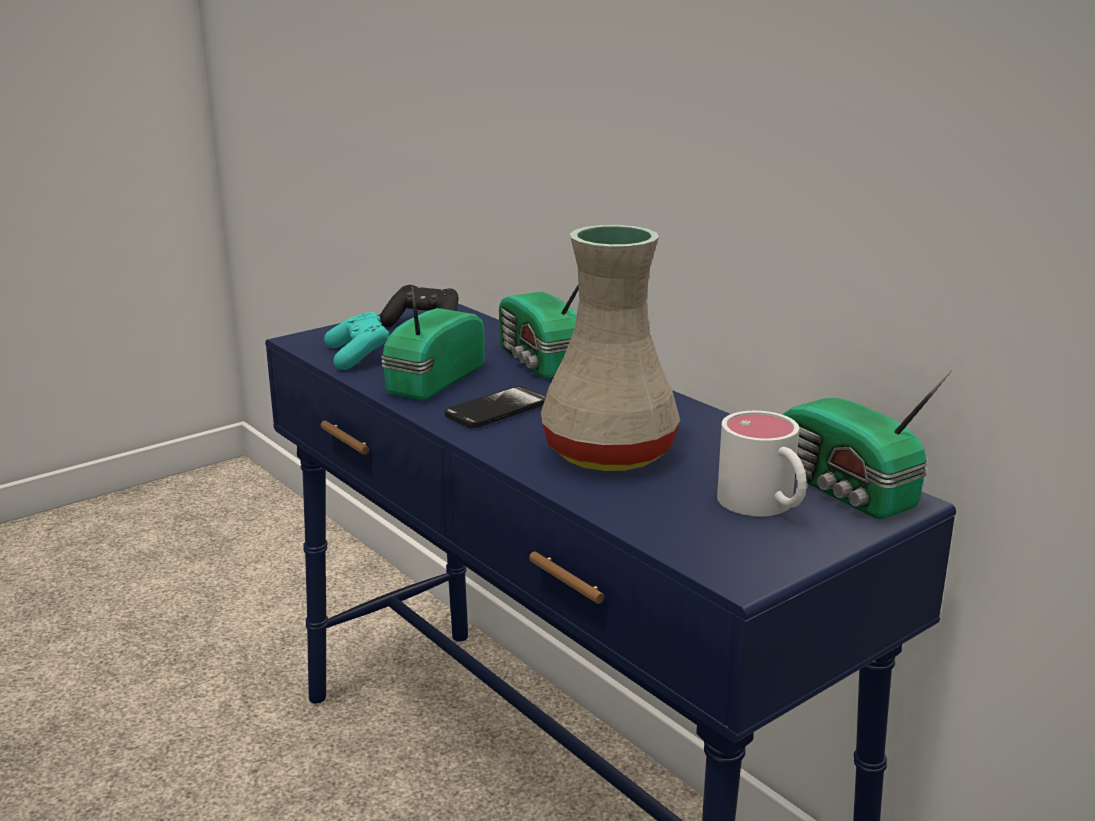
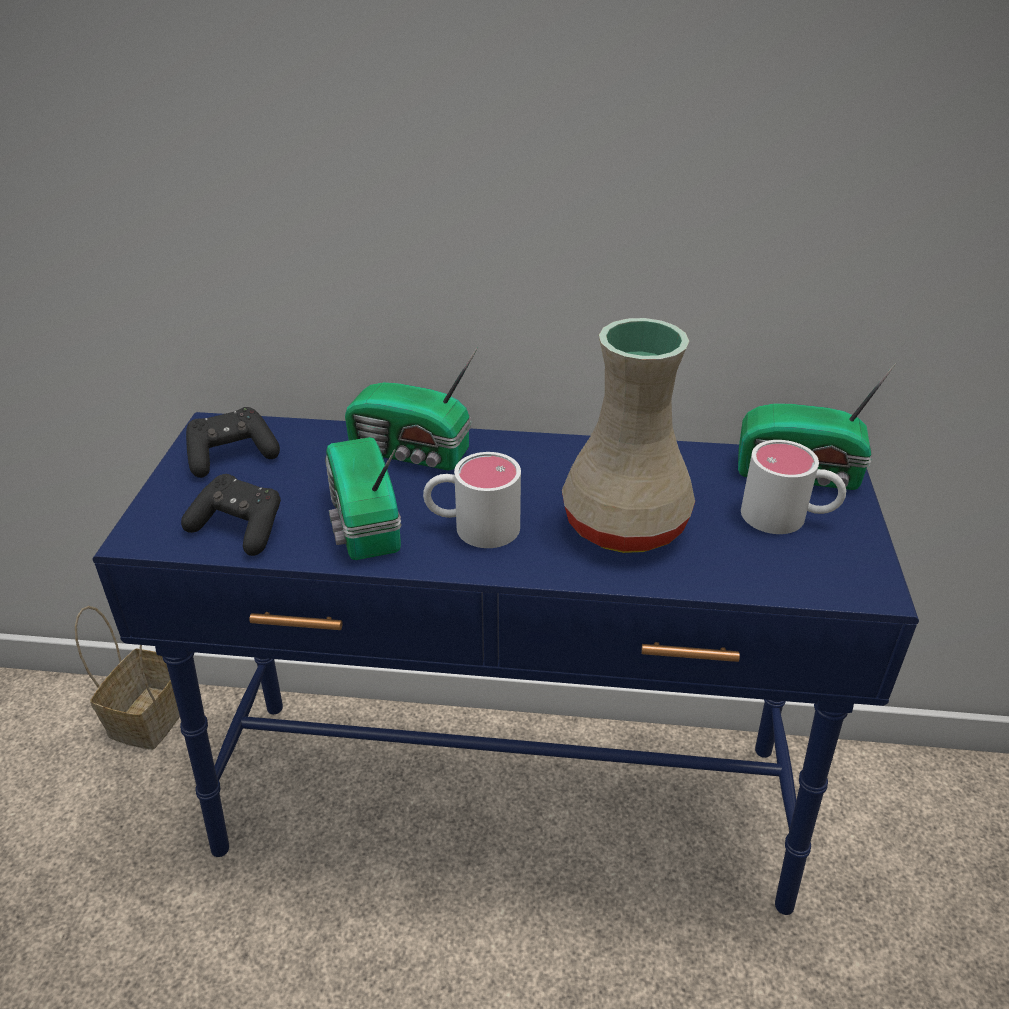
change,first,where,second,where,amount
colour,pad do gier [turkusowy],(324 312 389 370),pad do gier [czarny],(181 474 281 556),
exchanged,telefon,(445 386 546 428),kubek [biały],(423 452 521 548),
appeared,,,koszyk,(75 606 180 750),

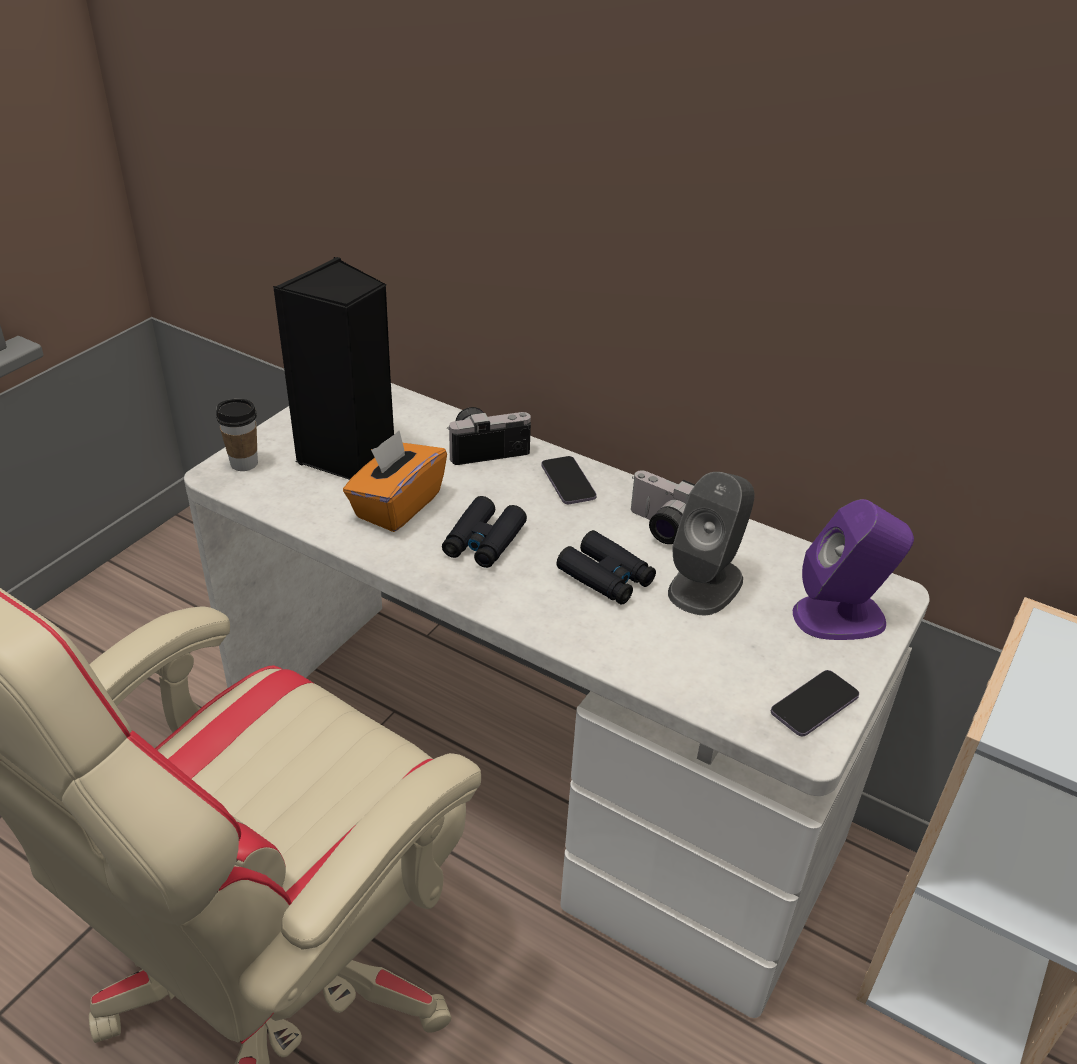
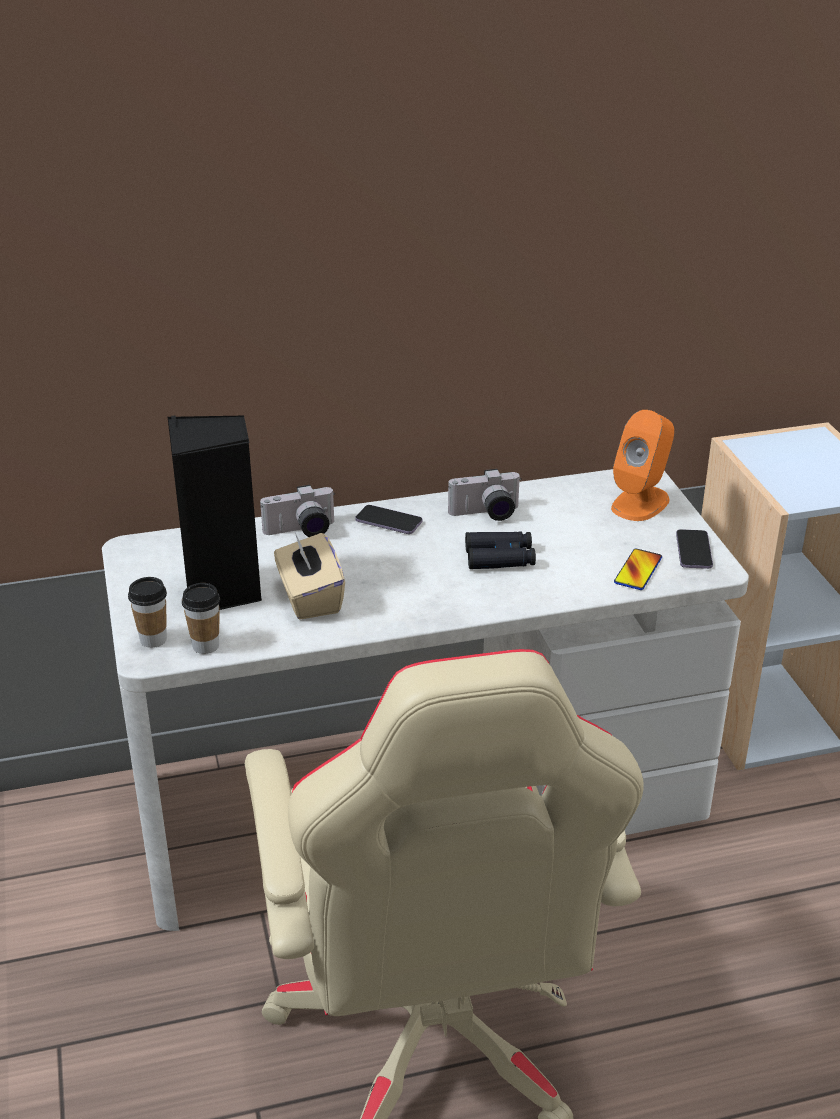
change,first,where,second,where,amount
spun,aparat fotograficzny,(447 407 531 465),,(260 485 335 537),135 degrees counterclockwise
colour,pudełko chusteczek [pomarańczowy],(343 431 447 532),pudełko chusteczek [beżowy],(274 533 345 620),
missing,głośnik [szary],(668 472 755 616),,,
missing,lornetka [czarny],(442 496 527 568),,,
colour,głośnik [fioletowy],(793 499 914 640),głośnik [pomarańczowy],(611 410 674 521),
appeared,,,telefon,(614 549 662 590),
appeared,,,filiżanka,(182 583 220 654),

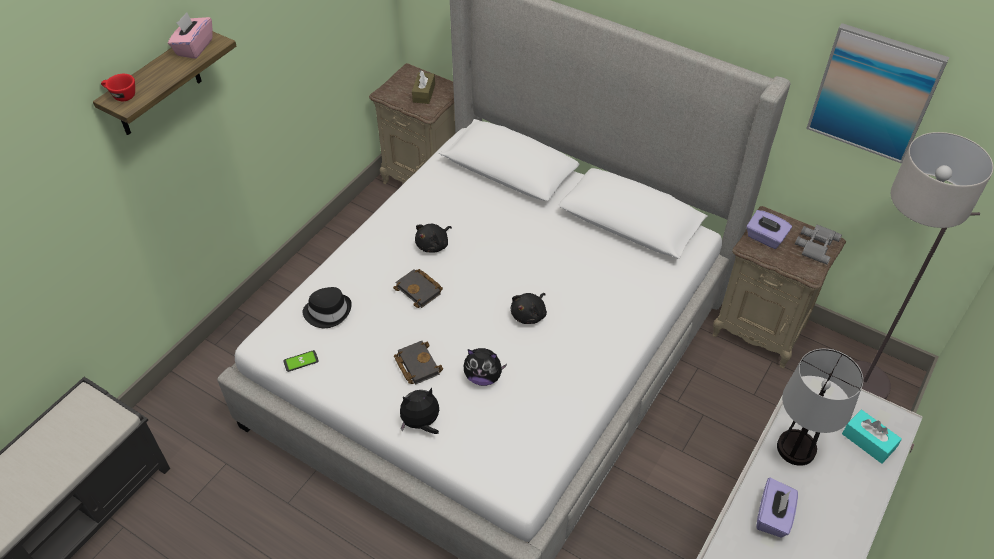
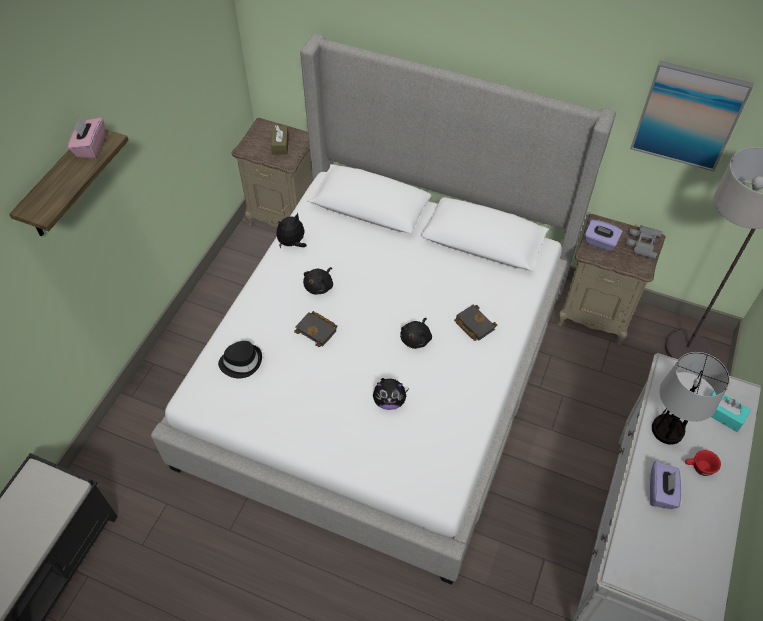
change,first,where,second,where,amount
relocated,filiżanka [czerwony],(101 74 135 101),,(685 450 721 476),
relocated,książka [czarny],(394 341 443 385),,(454 305 497 341),
missing,telefon,(283 350 319 372),,,
relocated,pluszak,(400 388 439 434),,(276 213 307 248),

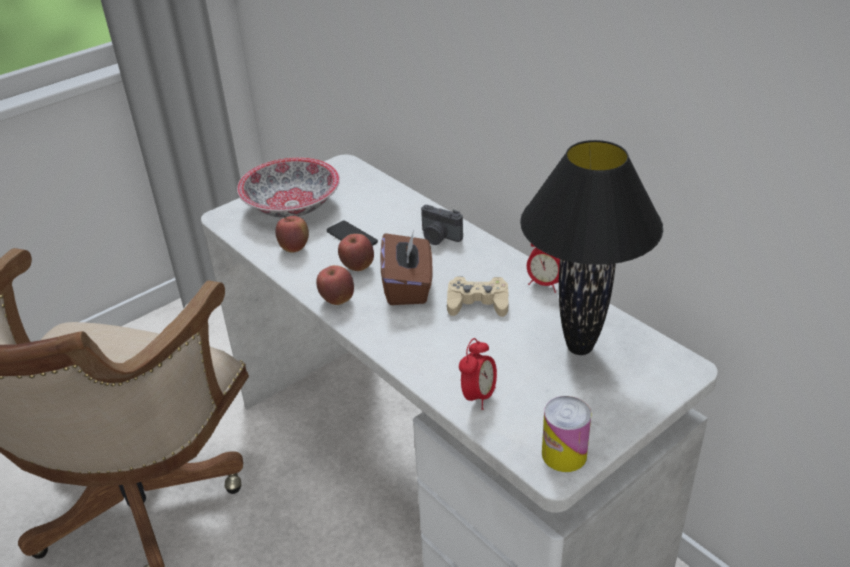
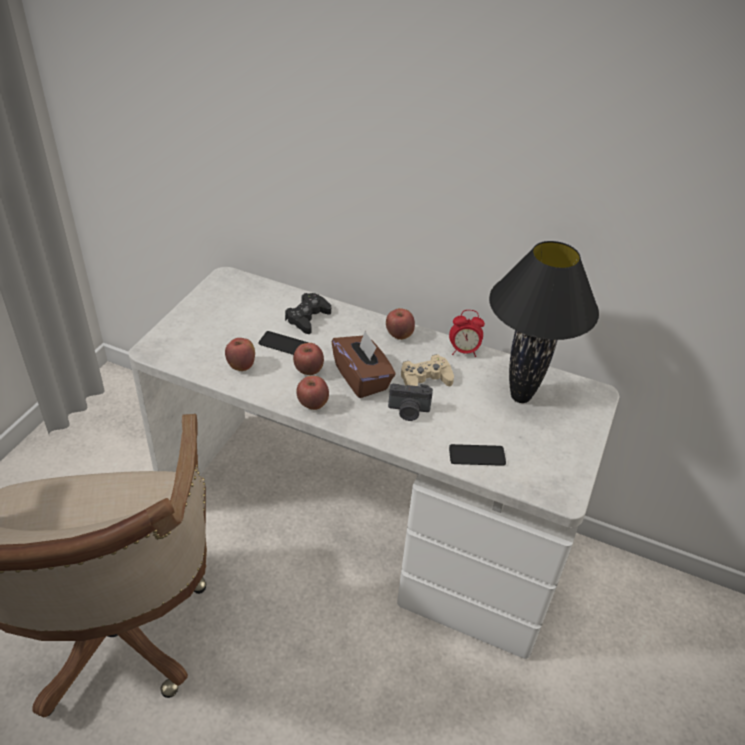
change,first,where,second,where,amount
missing,miska,(237 157 340 218),,,
relocated,aparat fotograficzny,(421 205 463 245),,(388 384 433 421),
exchanged,budzik,(459 338 497 410),telefon,(449 444 506 466),
missing,puszka,(542 396 592 472),,,
appeared,,,pad do gier [czarny],(285 293 331 334),
appeared,,,jabłko,(386 308 415 340),

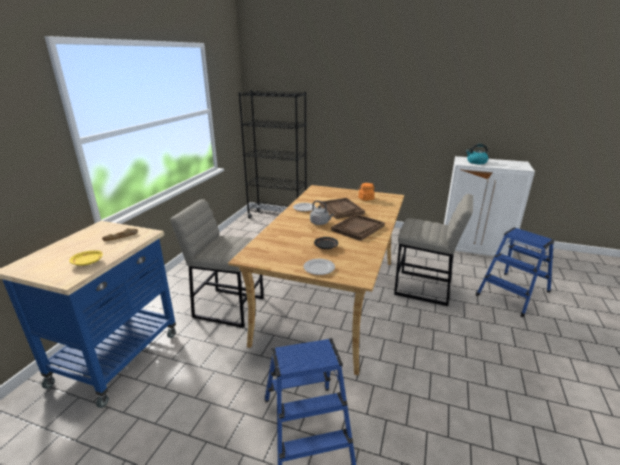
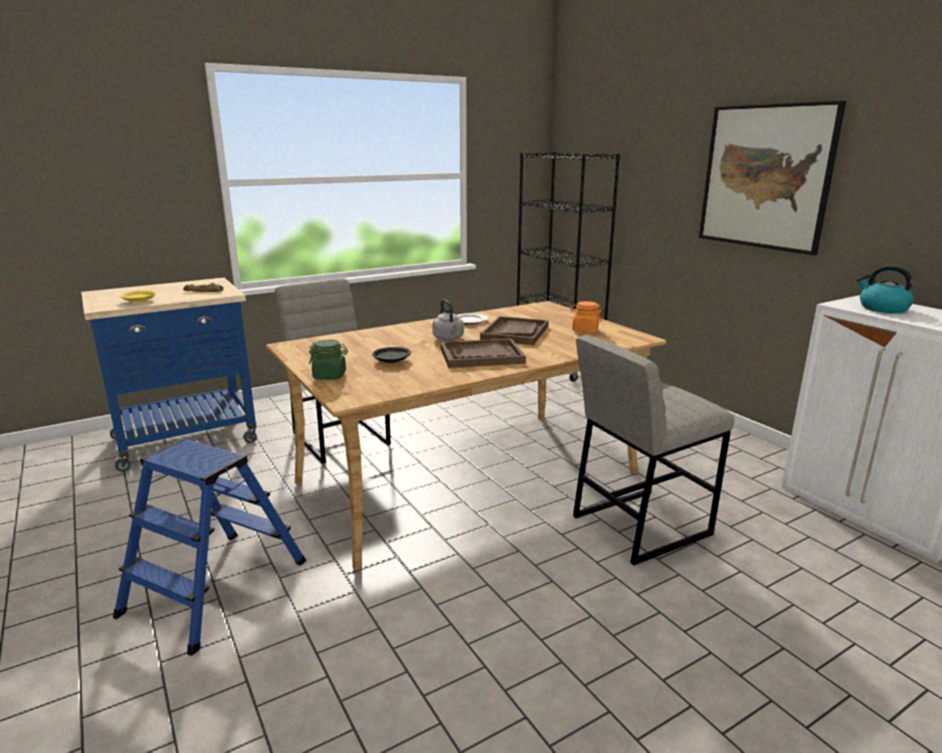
change,first,where,second,where,amount
spun,krzesło [szary],(394 194 473 306),,(573 335 734 565),90 degrees clockwise
missing,drabinka [niebieski],(476 227 555 318),,,
exchanged,talerz,(304 259 335 275),słoik [zielony],(309 340 348 380),
appeared,,,obraz,(699 101 846 255),

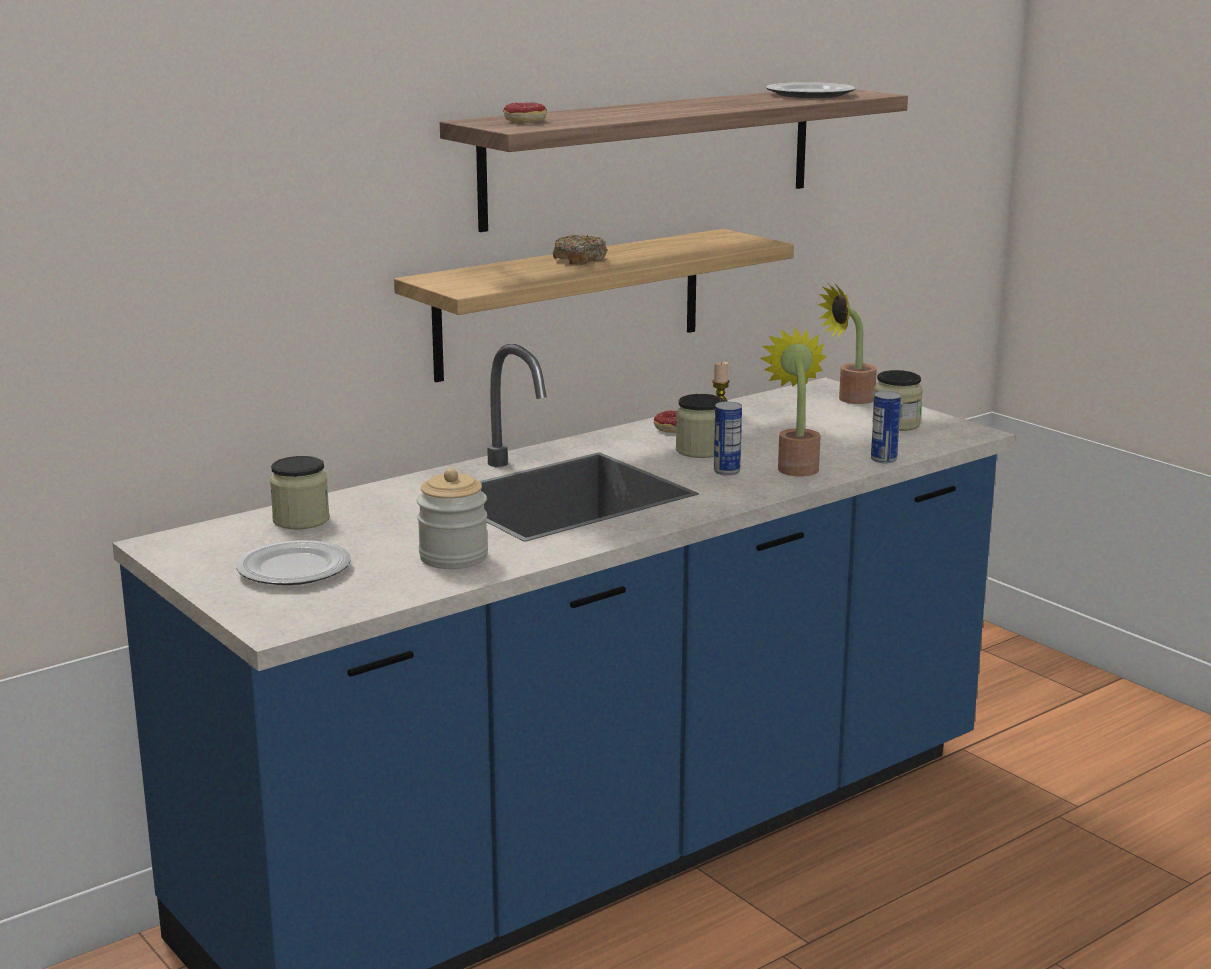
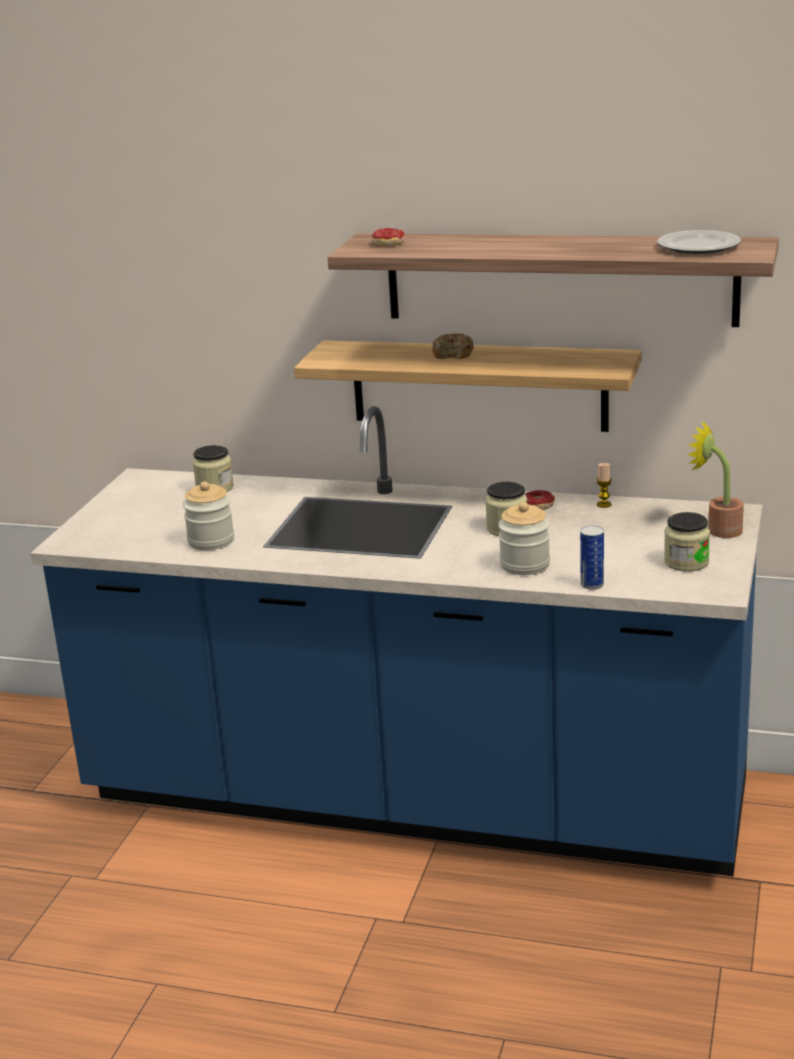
change,first,where,second,where,amount
exchanged,roślina doniczkowa,(760 326 827 476),słoik,(498 502 550 575),
missing,puszka,(714 402 742 476),,,
missing,talerz,(236 540 351 585),,,

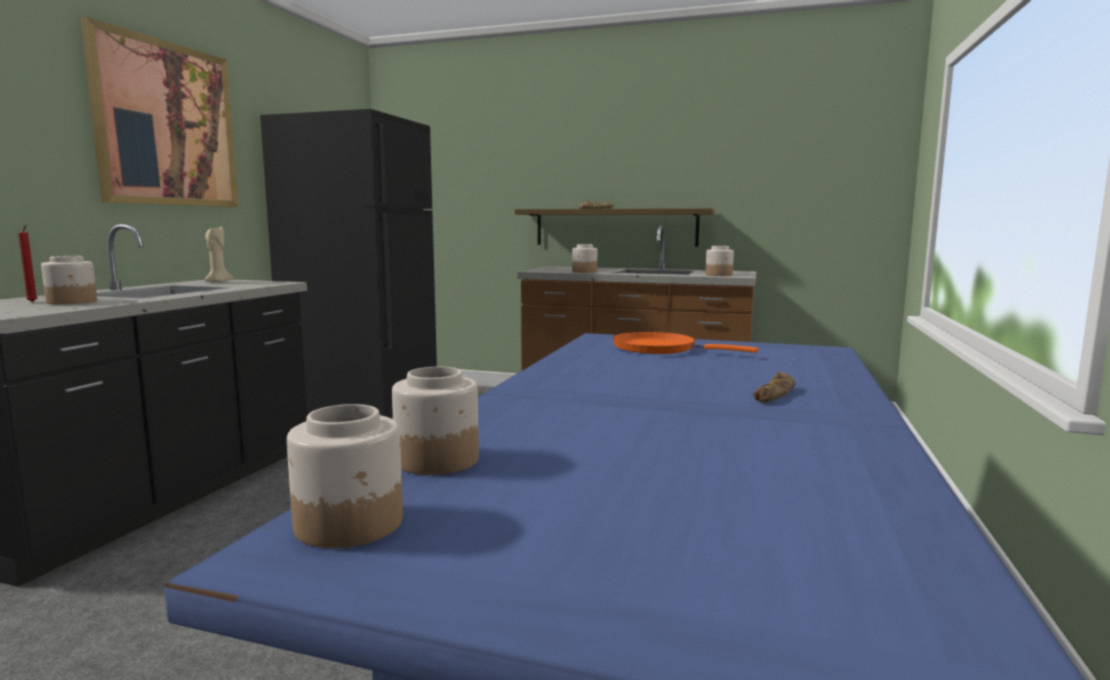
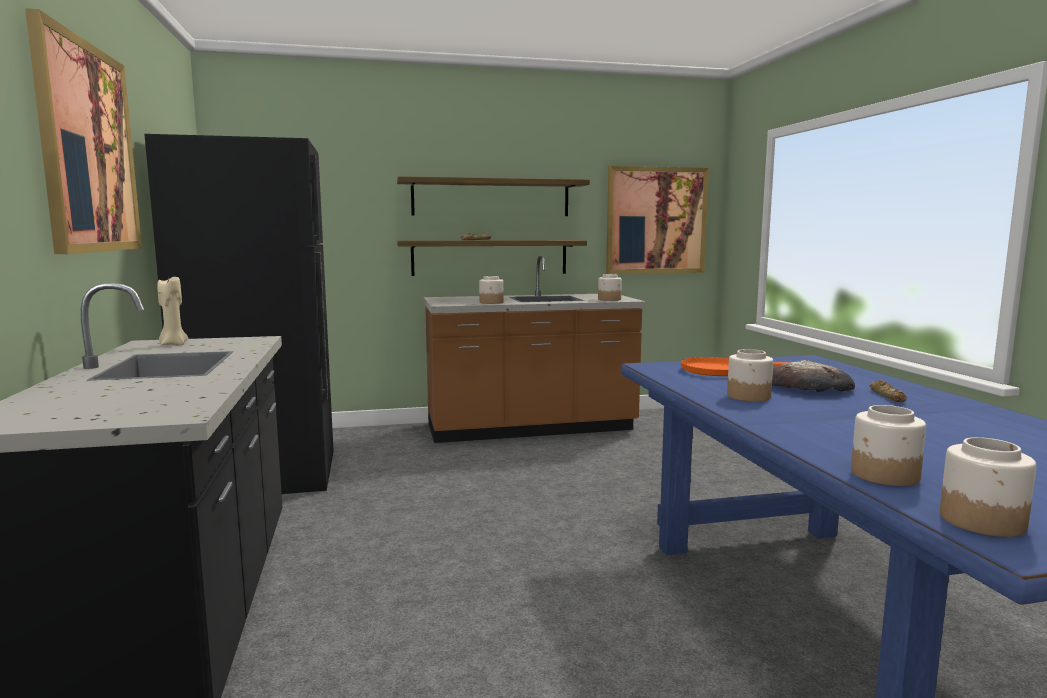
change,first,where,second,where,amount
missing,świeca [czerwony],(18 225 38 302),,,
relocated,słoik,(41 256 97 305),,(727 349 773 402),
appeared,,,obraz,(606 166 709 274),
appeared,,,półka,(397 176 590 216),
appeared,,,chleb,(772 360 855 393),

